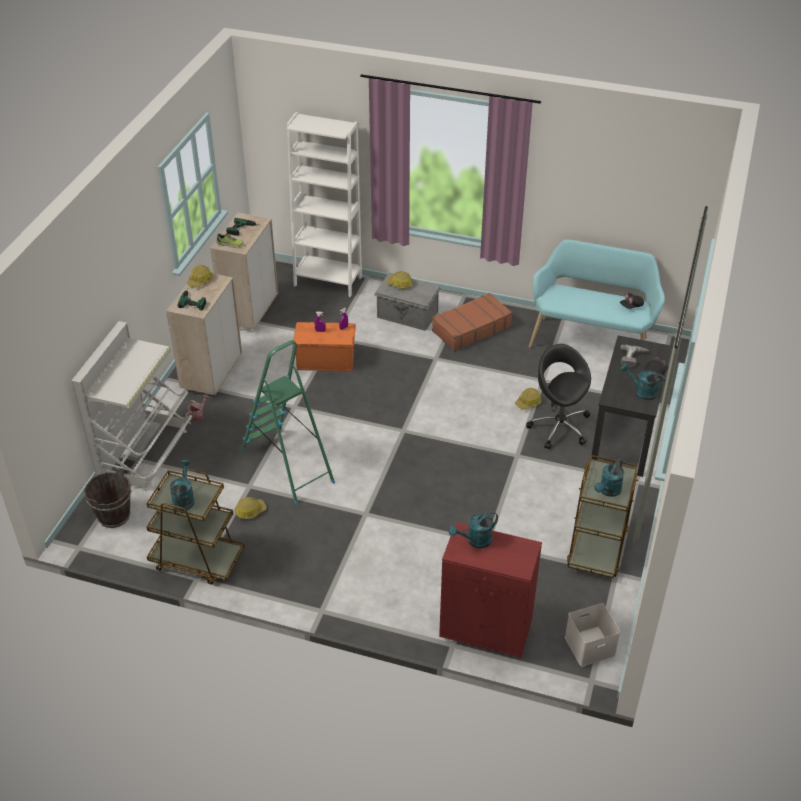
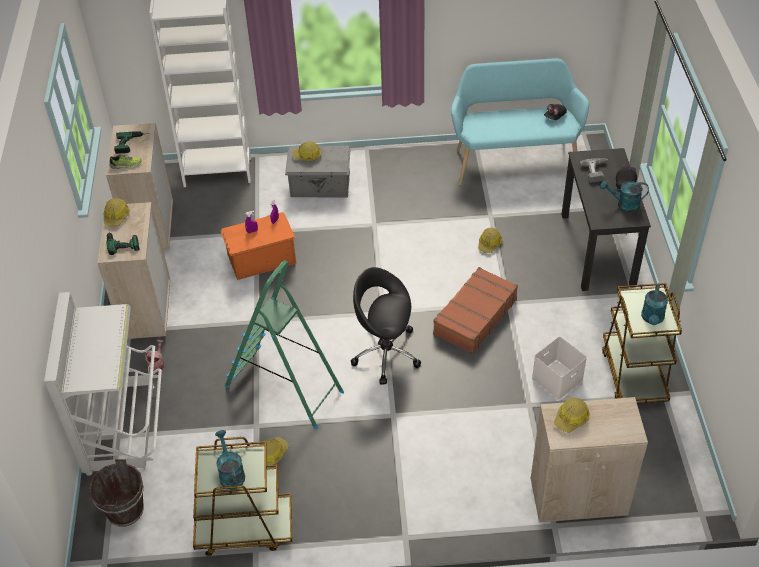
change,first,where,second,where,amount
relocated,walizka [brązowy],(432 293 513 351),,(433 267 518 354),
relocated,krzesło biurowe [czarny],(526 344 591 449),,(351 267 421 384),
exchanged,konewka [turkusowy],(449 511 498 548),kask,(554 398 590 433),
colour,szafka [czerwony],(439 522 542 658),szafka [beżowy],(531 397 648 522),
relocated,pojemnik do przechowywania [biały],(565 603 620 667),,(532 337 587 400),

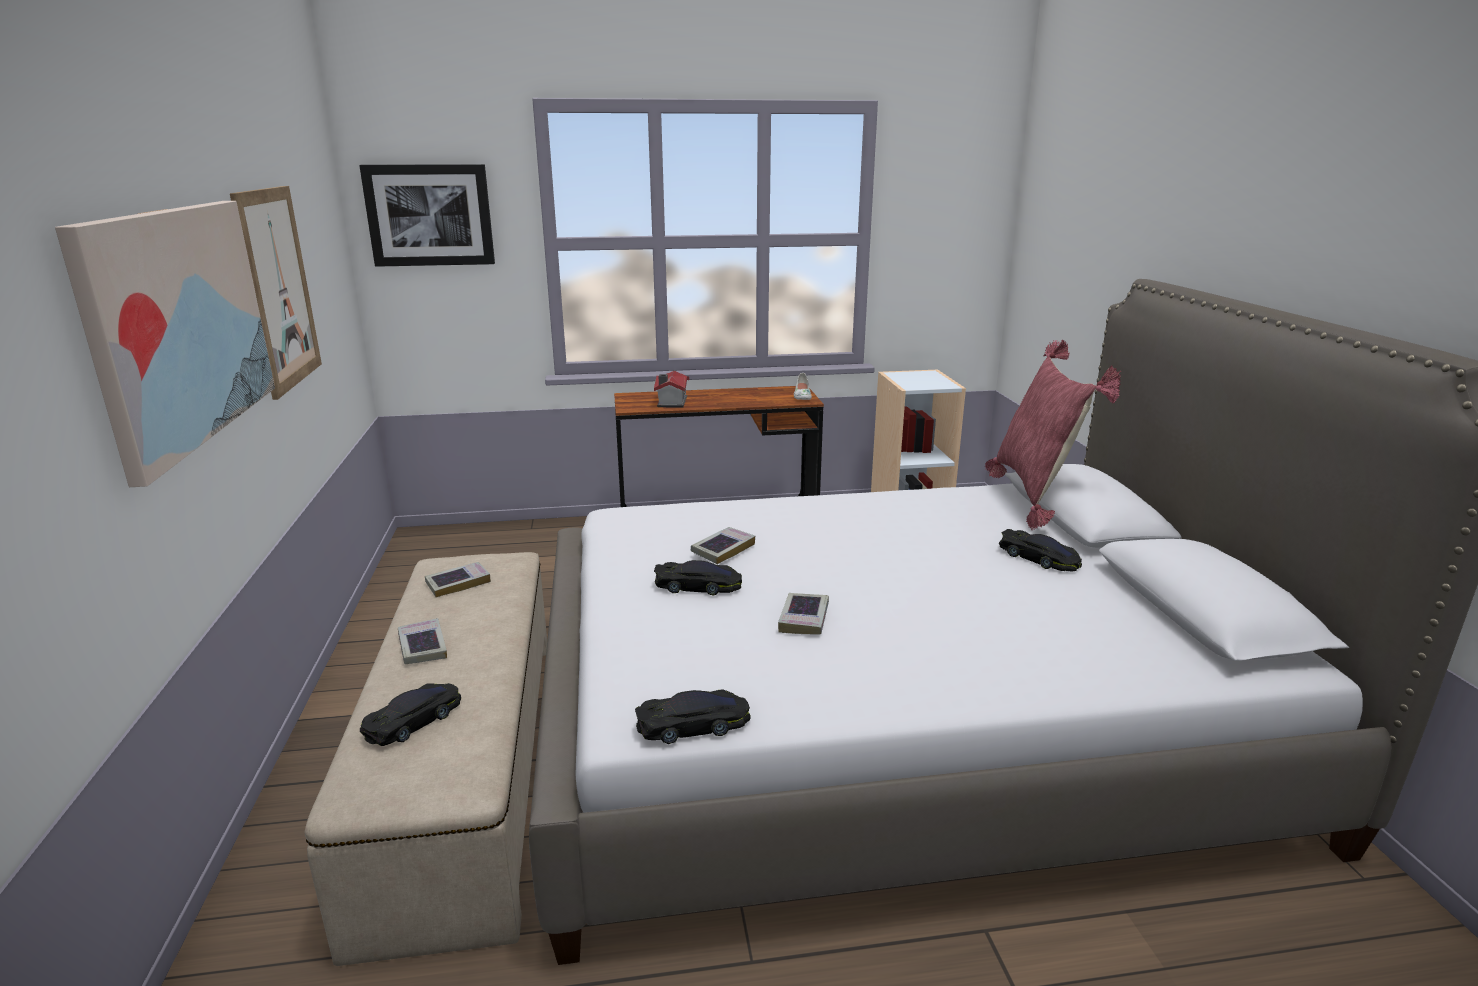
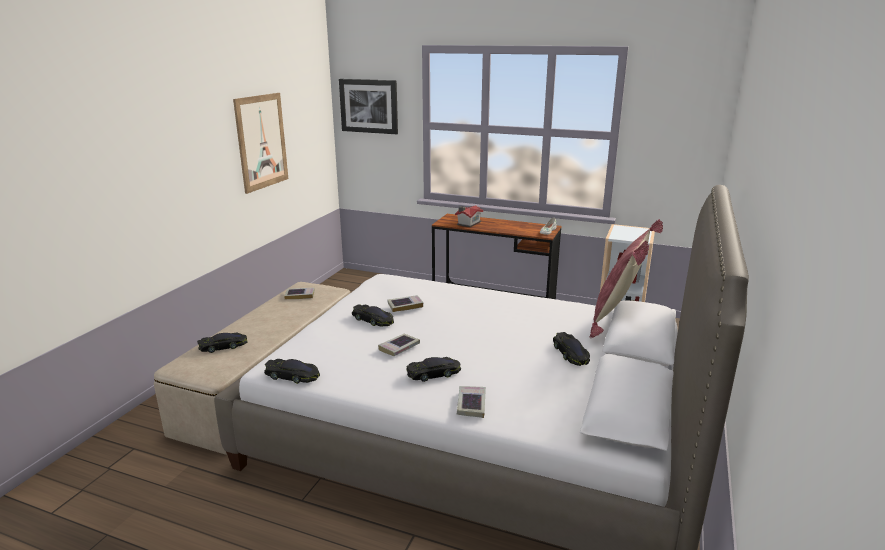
change,first,where,second,where,amount
missing,obraz,(55 201 275 487),,,
relocated,książka,(398 618 447 664),,(457 386 486 418),
appeared,,,samochodzik [czarny],(407 357 461 382),

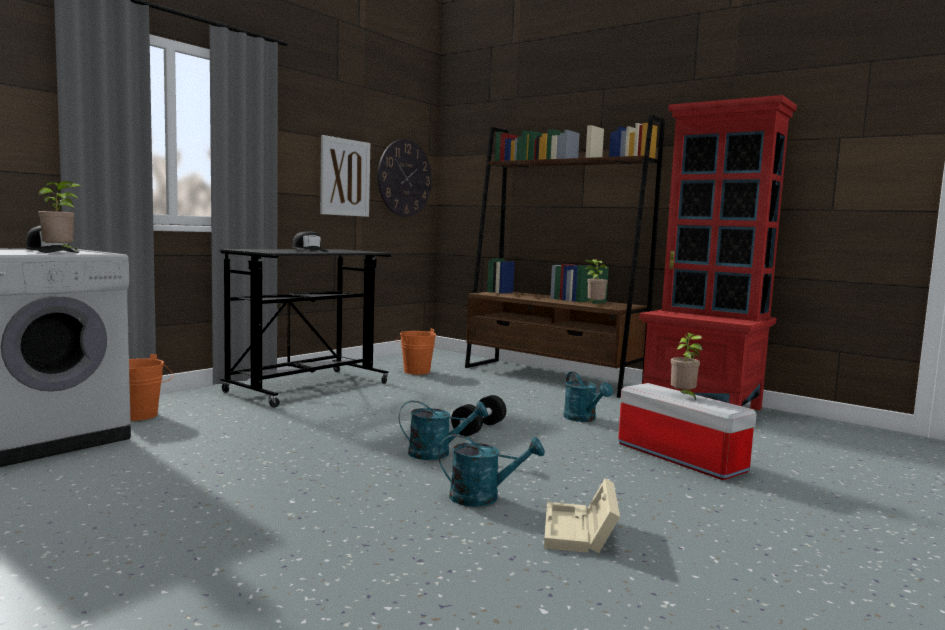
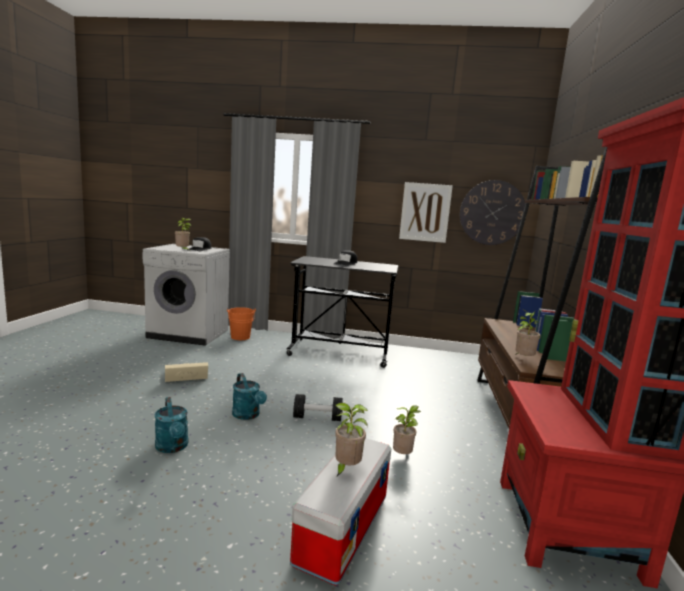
change,first,where,second,where,amount
missing,wiadro [pomarańczowy],(395 329 436 375),,,
exchanged,konewka [turkusowy],(563 371 613 422),roślina doniczkowa,(393 405 421 454),
relocated,pojemnik do przechowywania [beżowy],(544 478 620 553),,(165 362 208 382),

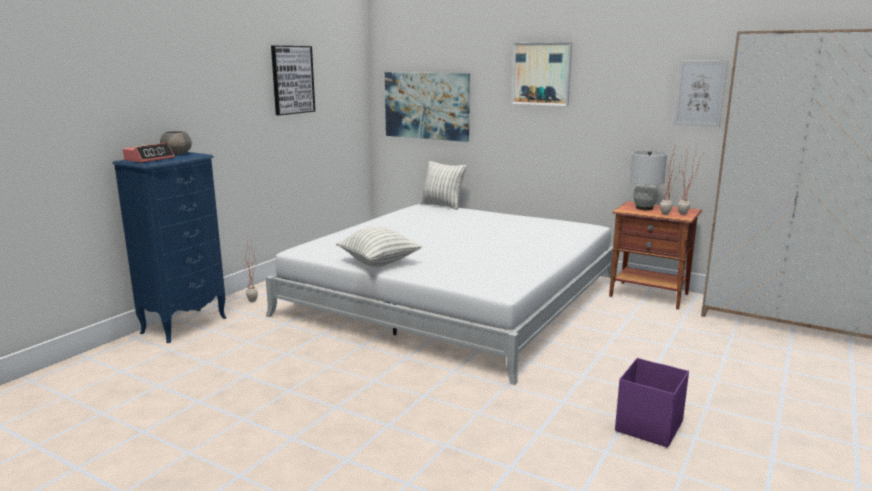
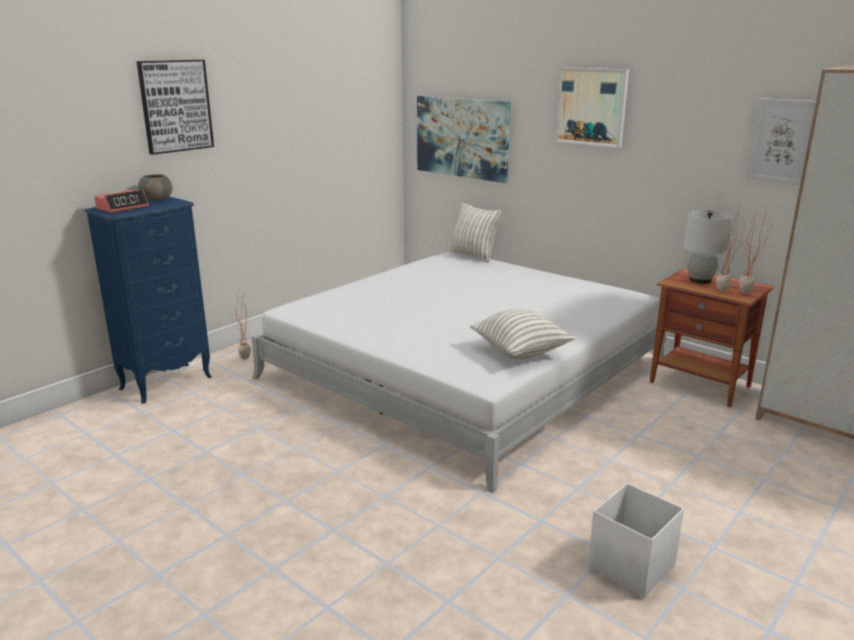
change,first,where,second,where,amount
relocated,obraz,(271 46 315 115),,(137 60 214 155),
relocated,poduszka,(336 227 422 267),,(470 309 575 360),
colour,pojemnik do przechowywania [fioletowy],(615 358 689 448),pojemnik do przechowywania [biały],(588 483 684 598),

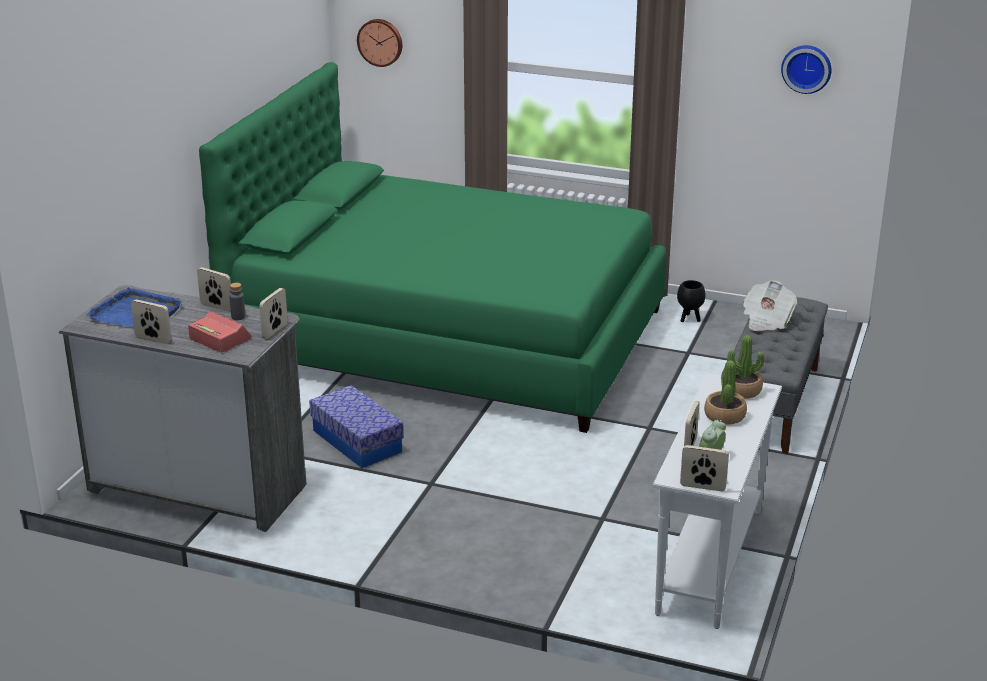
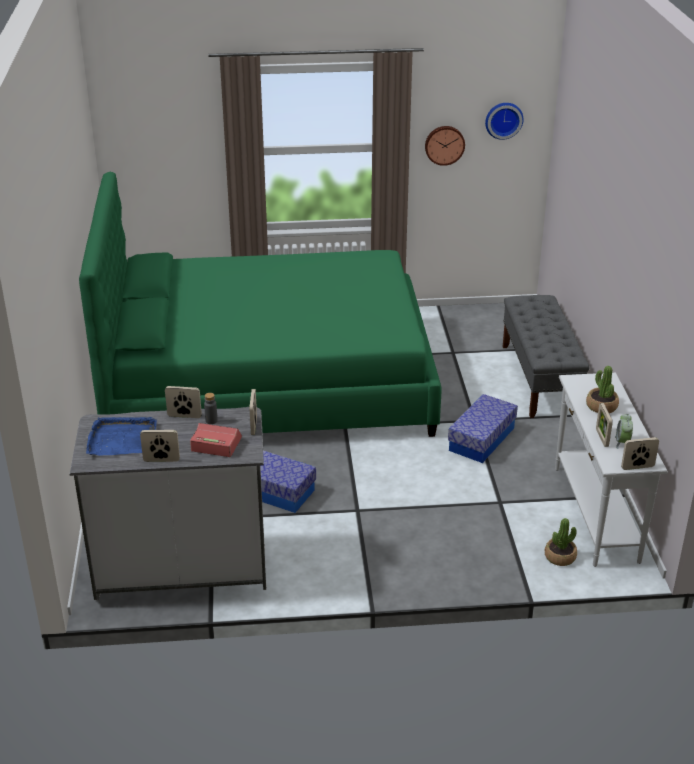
change,first,where,second,where,amount
relocated,zegar ścienny,(357 19 402 67),,(425 126 465 166),
missing,donica [czarny],(677 280 706 322),,,
missing,gazeta,(742 280 798 331),,,
relocated,roślina doniczkowa,(721 335 764 399),,(545 518 577 566),
appeared,,,pojemnik do przechowywania,(448 394 518 463),

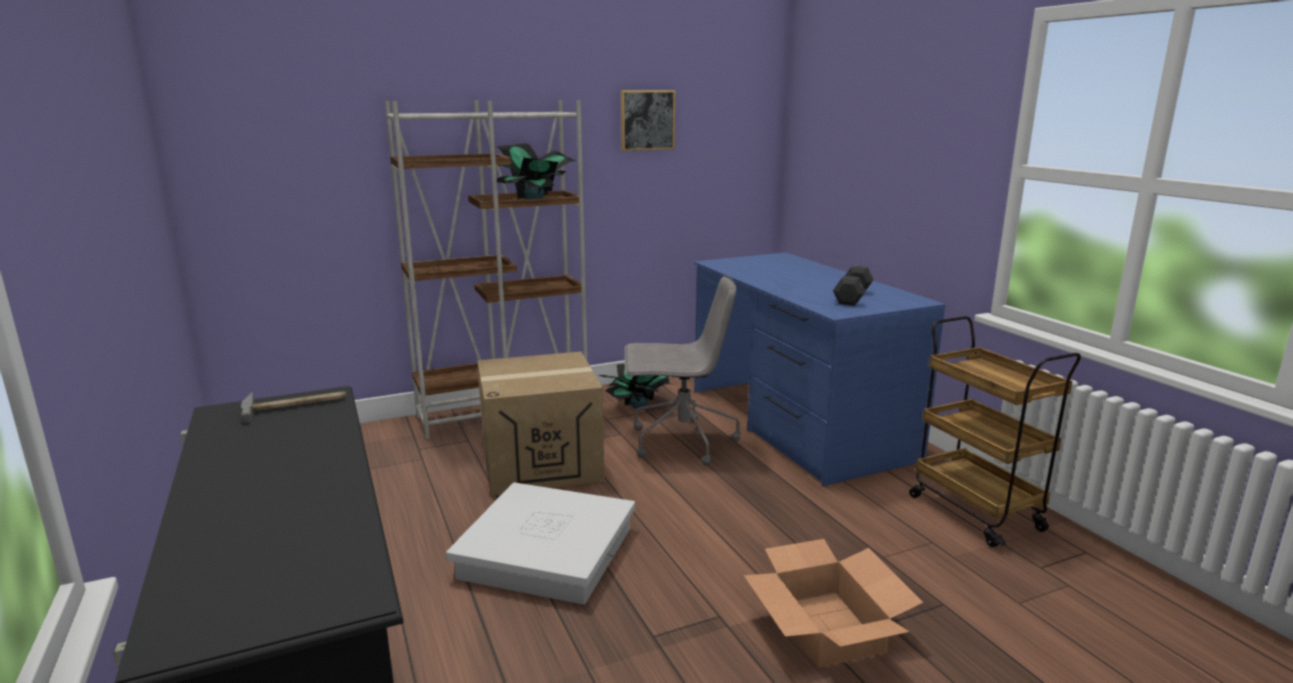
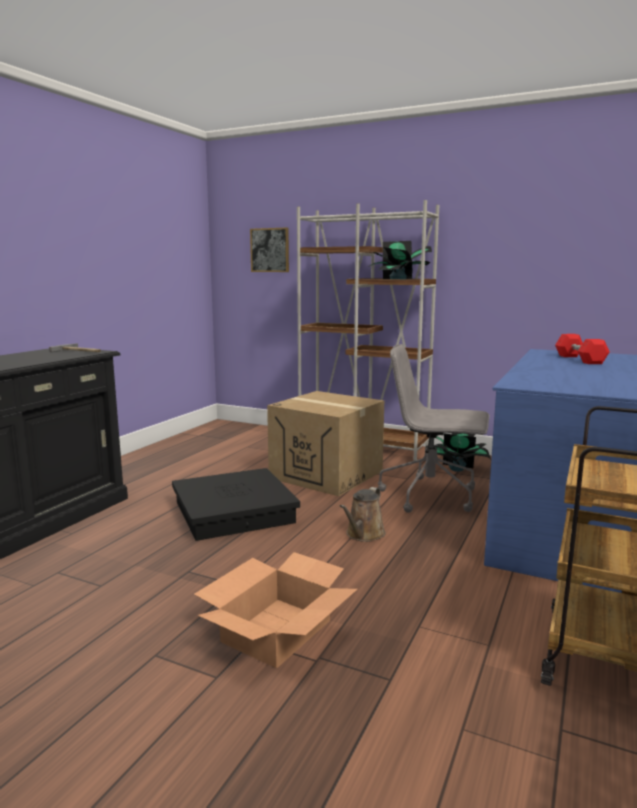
change,first,where,second,where,amount
relocated,obraz,(621 90 675 151),,(250 228 289 272),
missing,hantel [szary],(833 265 874 306),,,
spun,krzesło biurowe [szary],(624 275 741 466),,(378 344 489 513),150 degrees clockwise
colour,pojemnik do przechowywania [biały],(446 482 635 605),pojemnik do przechowywania [czarny],(172 468 300 541),
appeared,,,hantel [czerwony],(555 334 610 364),
appeared,,,konewka [brązowy],(340 487 386 542),

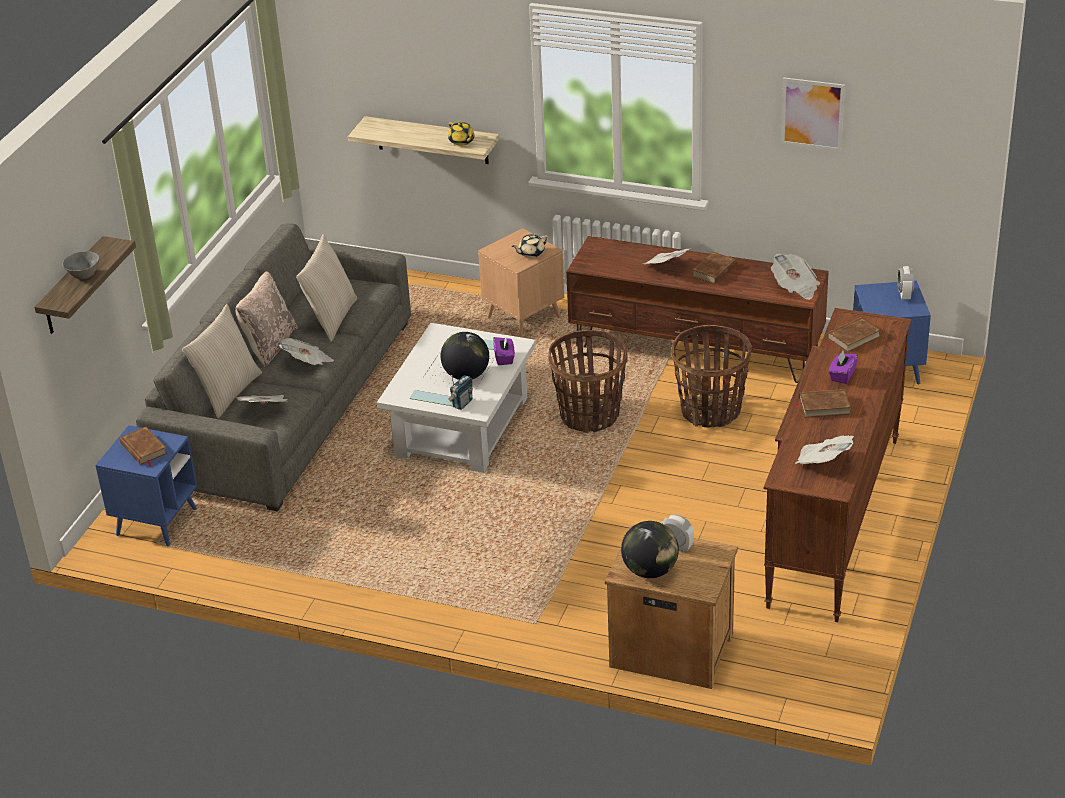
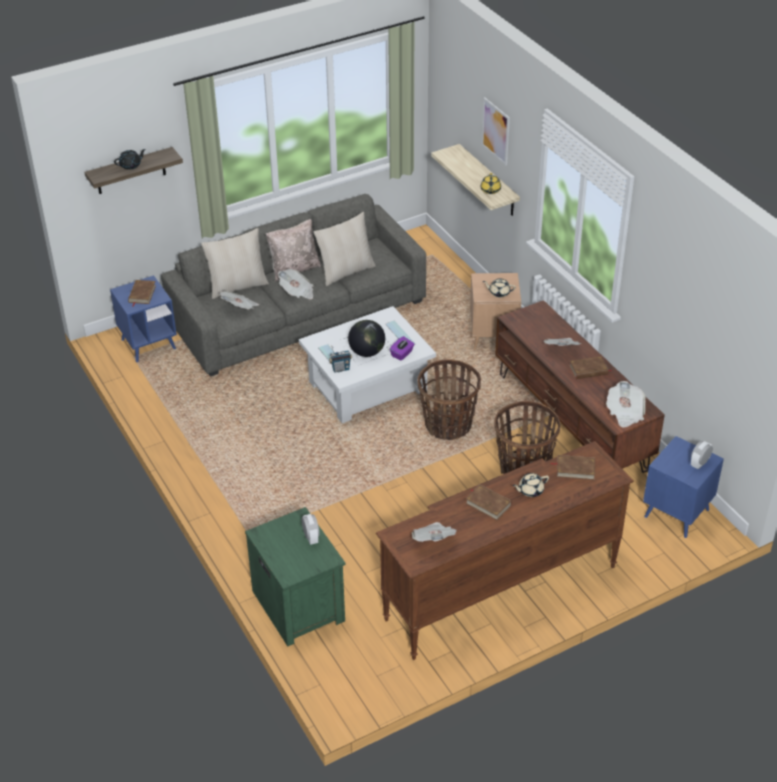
change,first,where,second,where,amount
relocated,obraz,(781 78 845 151),,(482 97 510 166),
exchanged,miska [szary],(63 251 99 279),imbryk [czarny],(114 149 146 170),
exchanged,pudełko chusteczek [fioletowy],(828 350 858 384),imbryk [beżowy],(512 473 549 497),
missing,globus,(621 521 679 578),,,
colour,szafka nocna [brązowy],(605 526 738 689),szafka nocna [zielony],(245 507 346 646),

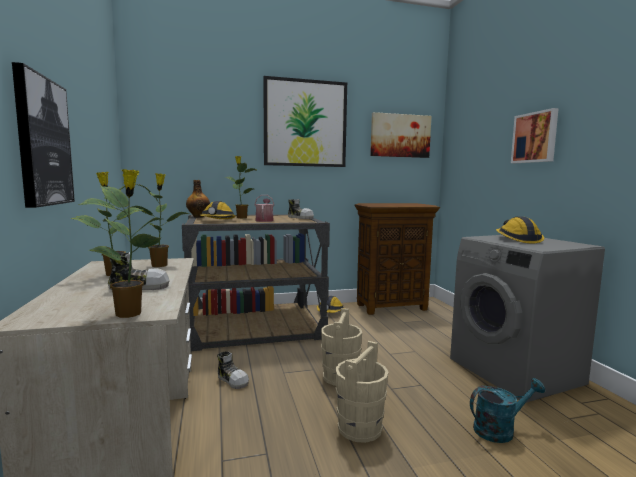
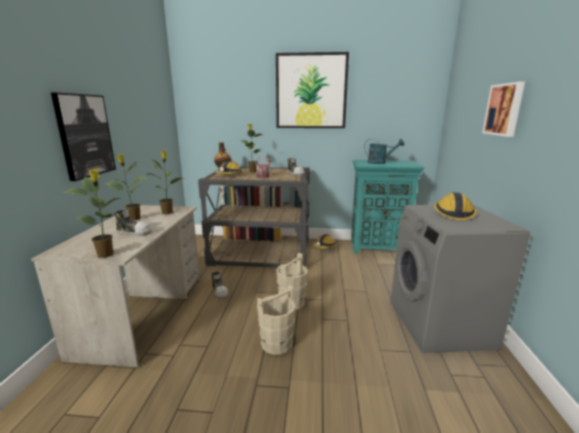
change,first,where,second,where,amount
missing,obraz,(370 112 431 158),,,
colour,szafka [brązowy],(354 203 440 315),szafka [turkusowy],(351 160 425 253),
relocated,konewka [turkusowy],(470 378 545 443),,(364 139 404 164),

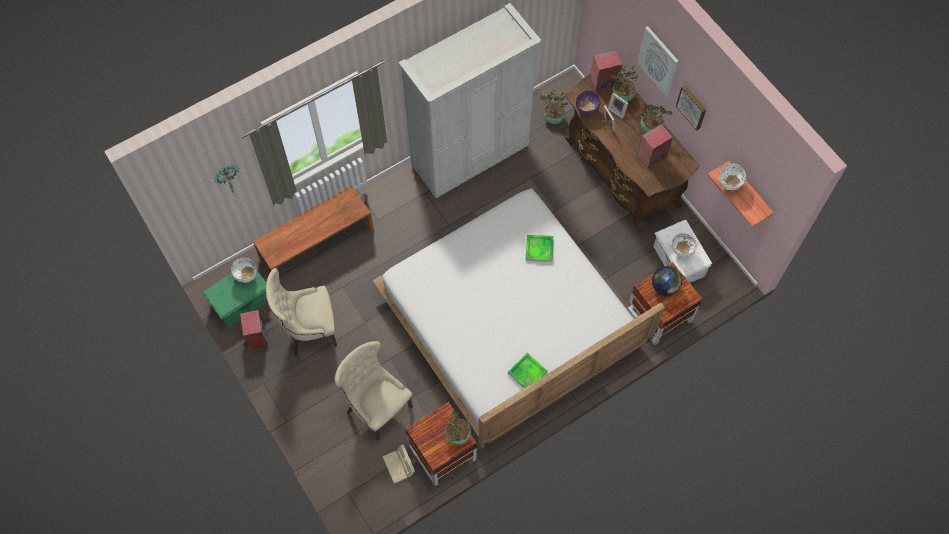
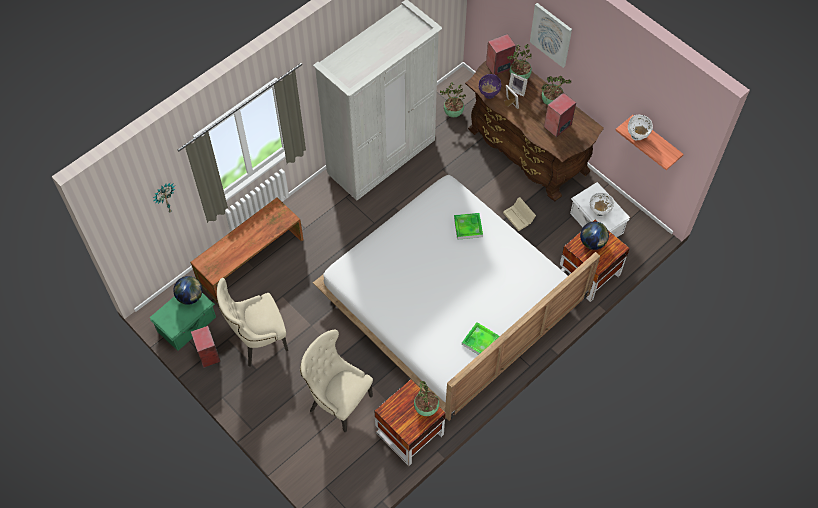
change,first,where,second,where,amount
missing,obraz,(676 85 706 130),,,
exchanged,miska [biały],(231 258 257 283),globus,(173 276 202 305),
relocated,pojemnik do przechowywania [beżowy],(383 444 415 484),,(503 197 536 231),

